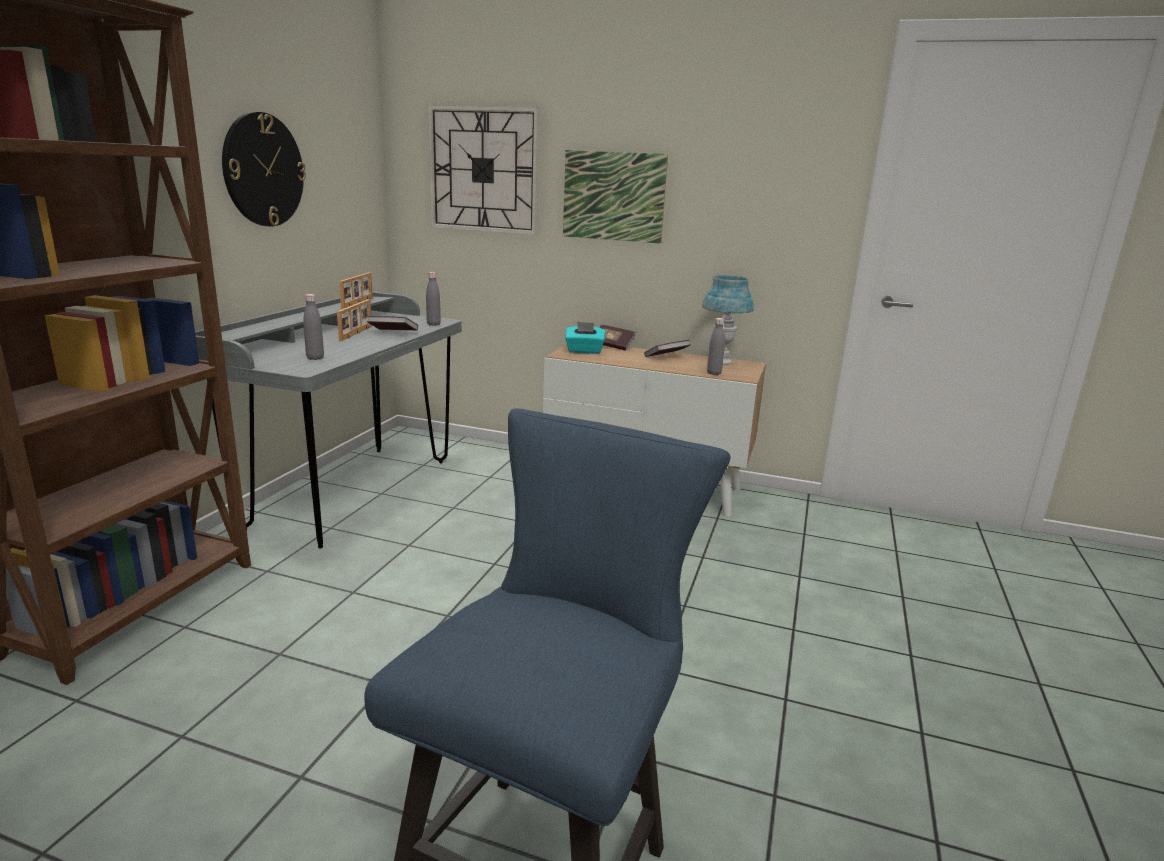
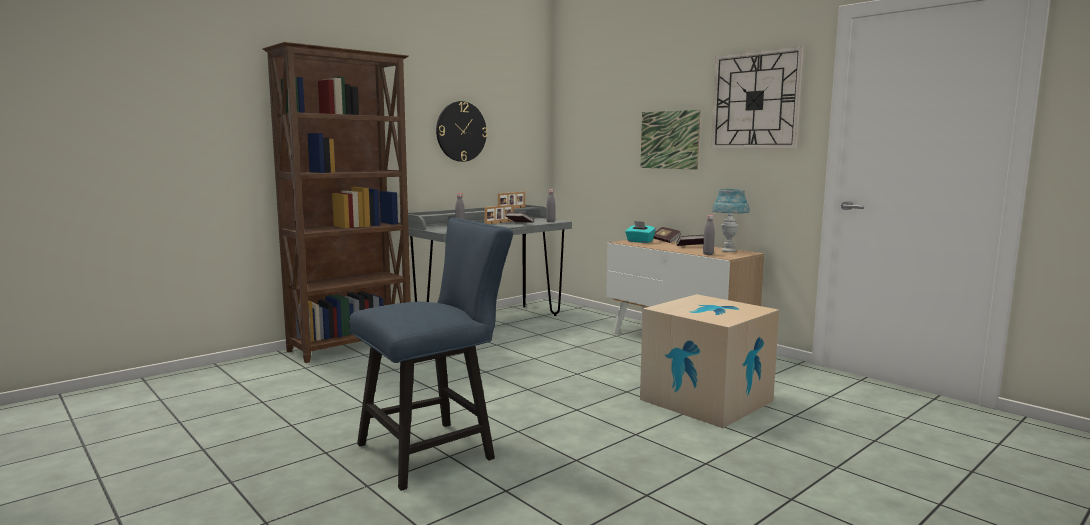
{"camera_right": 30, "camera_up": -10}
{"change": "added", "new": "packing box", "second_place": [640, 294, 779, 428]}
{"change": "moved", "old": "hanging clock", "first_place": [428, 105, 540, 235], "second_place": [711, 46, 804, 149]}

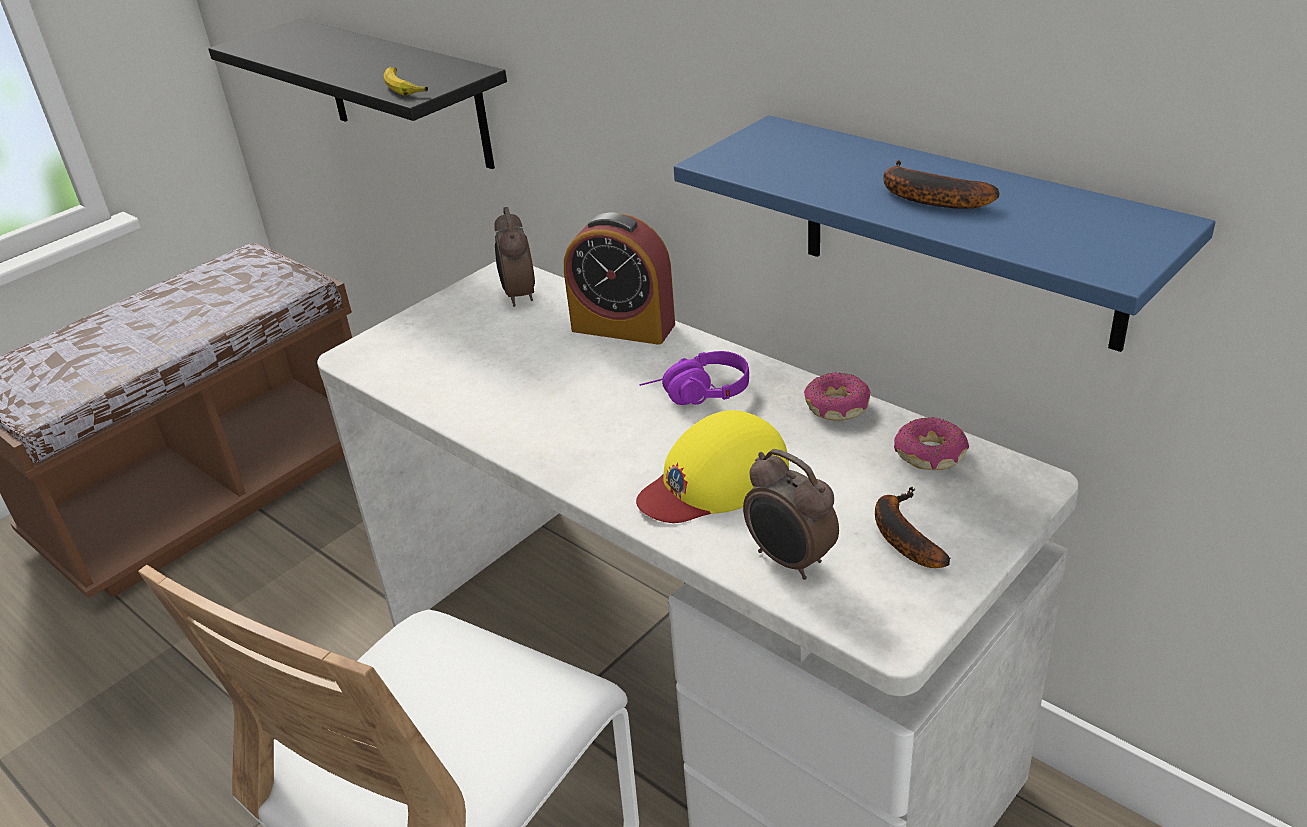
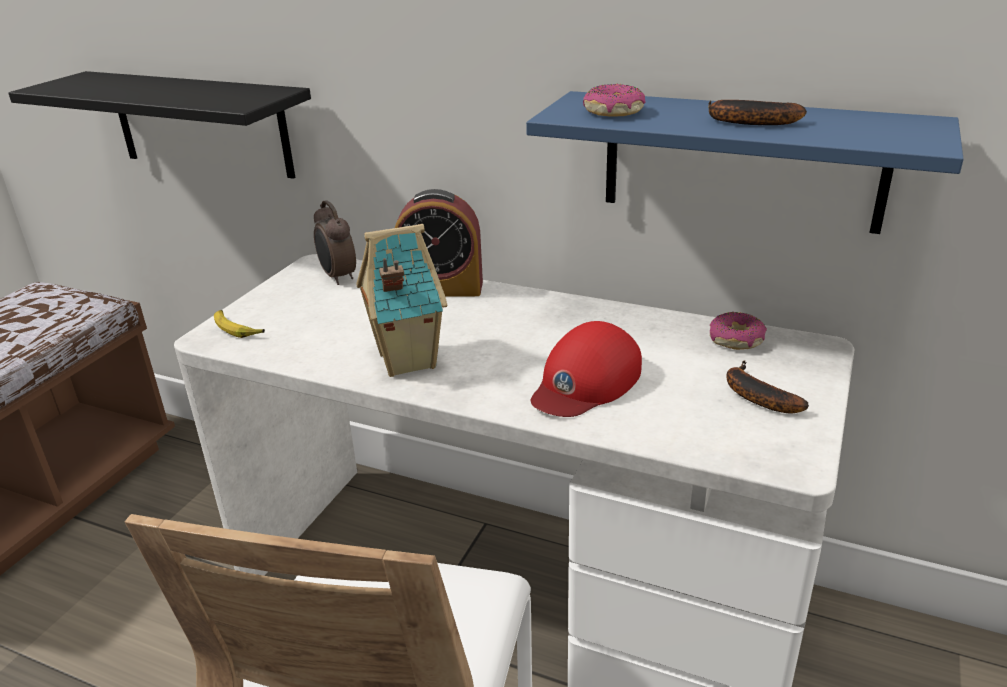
{"camera_right": -20, "camera_up": -5}
{"change": "moved", "old": "banana", "first_place": [384, 67, 428, 95], "second_place": [214, 310, 265, 338]}
{"change": "added", "new": "model house", "second_place": [357, 224, 448, 377]}
{"change": "recoloured", "old": "yellow cap", "new": "reddish cap", "first_place": [636, 410, 789, 523], "second_place": [531, 321, 642, 417]}
{"change": "moved", "old": "ring doughnut", "first_place": [804, 373, 871, 421], "second_place": [583, 84, 645, 117]}
{"change": "removed", "old": "purple-coloured headphones", "first_place": [639, 351, 749, 405]}
{"change": "removed", "old": "alarm clock", "first_place": [743, 449, 839, 580]}

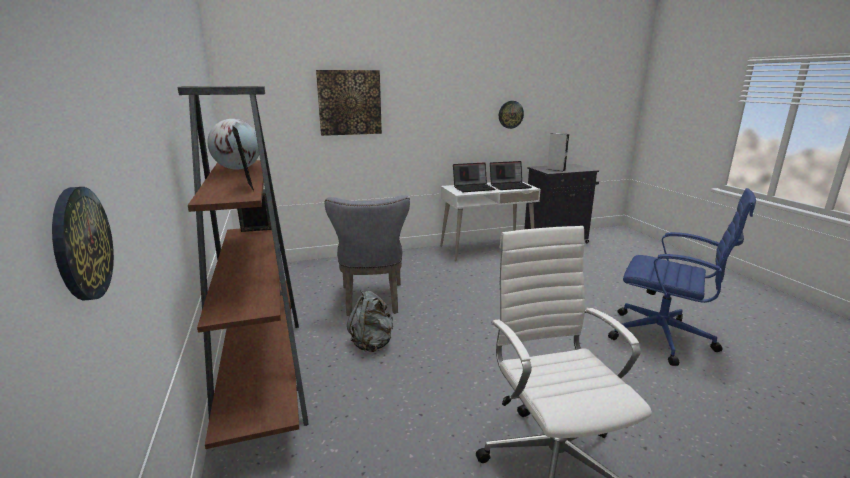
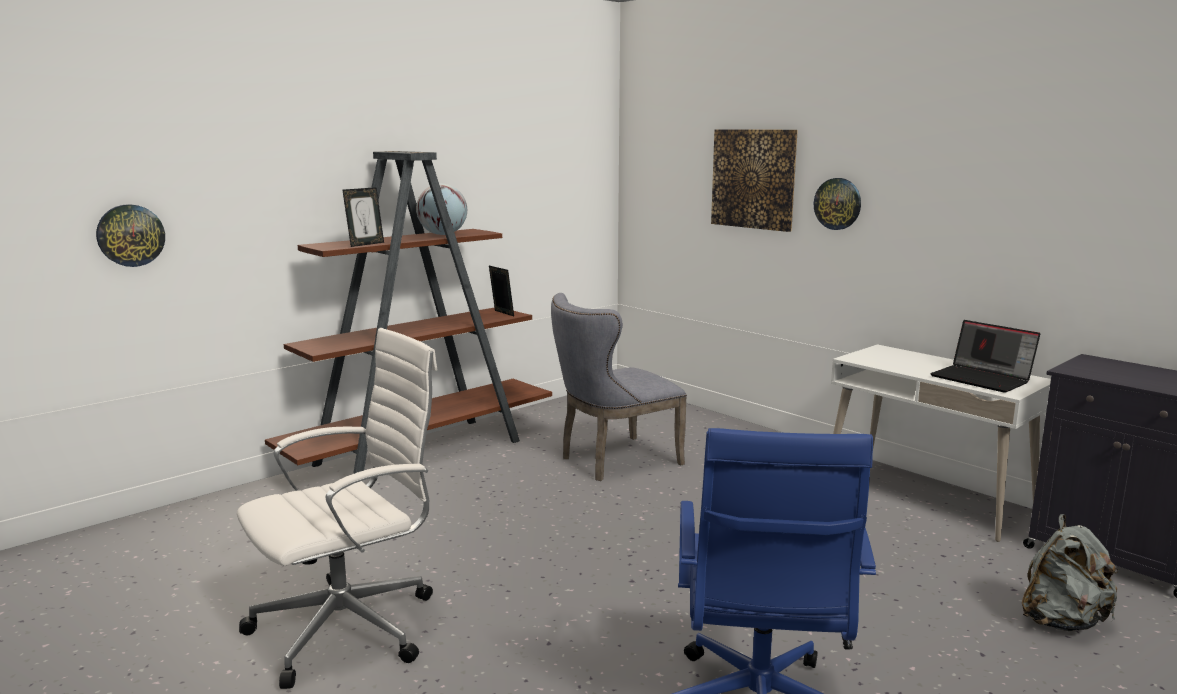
{"camera_right": 65, "camera_up": -5}
{"change": "moved", "old": "hanging clock", "first_place": [499, 101, 524, 129], "second_place": [814, 178, 861, 230]}
{"change": "moved", "old": "grey rucksack", "first_place": [347, 289, 393, 352], "second_place": [1022, 514, 1119, 631]}
{"change": "removed", "old": "notebook computer", "first_place": [453, 162, 495, 192]}
{"change": "removed", "old": "grey speaker", "first_place": [547, 133, 569, 171]}

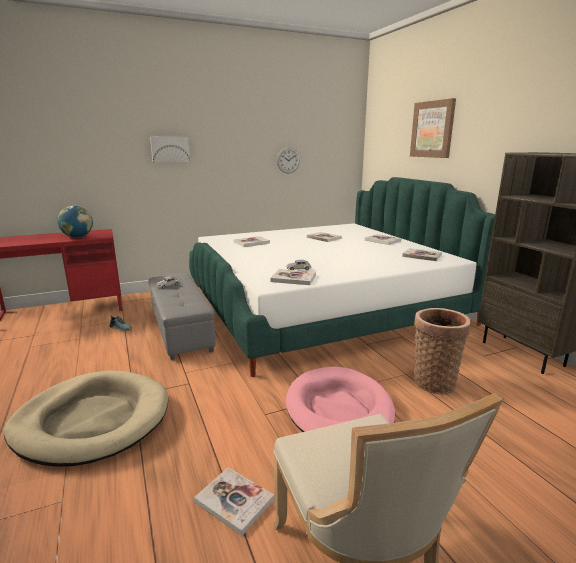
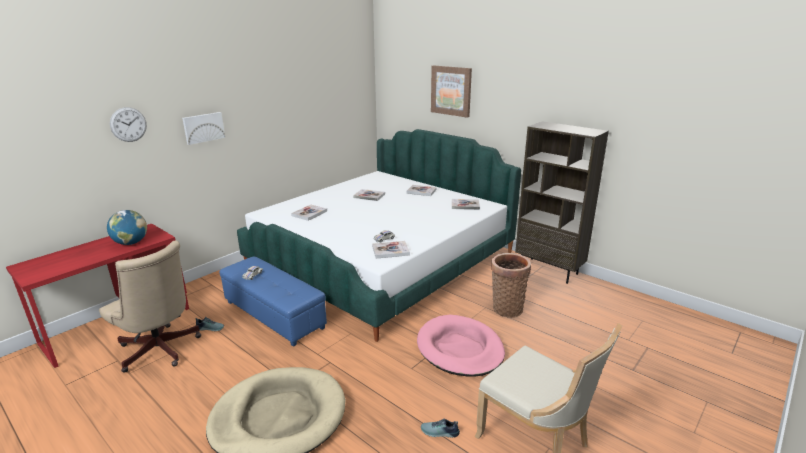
{"camera_right": -25, "camera_up": 5}
{"change": "added", "new": "beige computer chair", "second_place": [99, 240, 201, 373]}
{"change": "moved", "old": "hanging clock", "first_place": [277, 147, 300, 174], "second_place": [110, 107, 147, 142]}
{"change": "recoloured", "old": "grey footrest", "new": "blue footrest", "first_place": [148, 273, 216, 360], "second_place": [219, 256, 327, 347]}
{"change": "replaced", "old": "volume", "new": "shoe", "first_place": [194, 467, 275, 536], "second_place": [421, 419, 460, 438]}

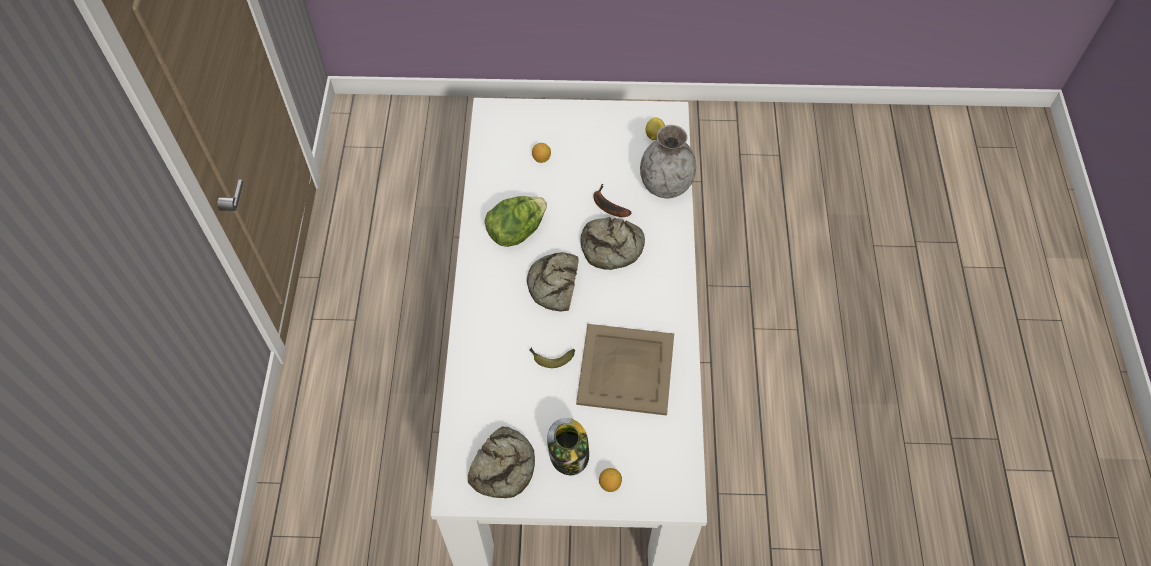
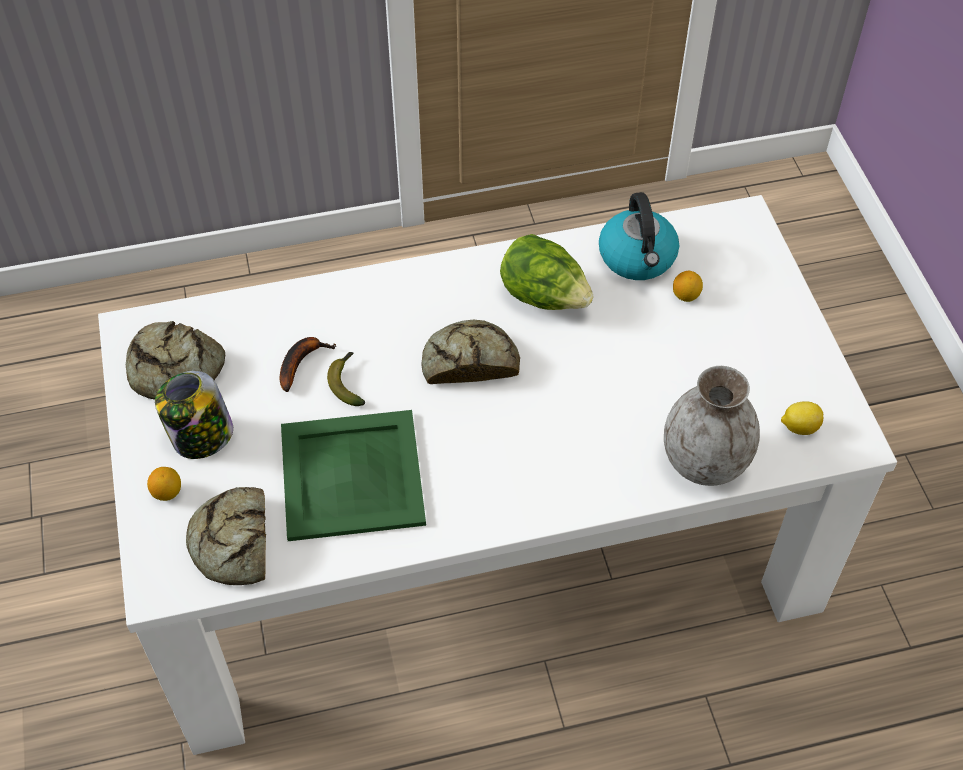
{"camera_right": 75, "camera_up": -5}
{"change": "moved", "old": "bakery bread", "first_place": [580, 217, 645, 270], "second_place": [186, 487, 266, 585]}
{"change": "moved", "old": "banana", "first_place": [593, 183, 631, 217], "second_place": [280, 337, 337, 392]}
{"change": "recoloured", "old": "beige serving tray", "new": "green serving tray", "first_place": [576, 324, 674, 416], "second_place": [281, 410, 426, 541]}
{"change": "added", "new": "water kettle", "second_place": [599, 192, 679, 280]}

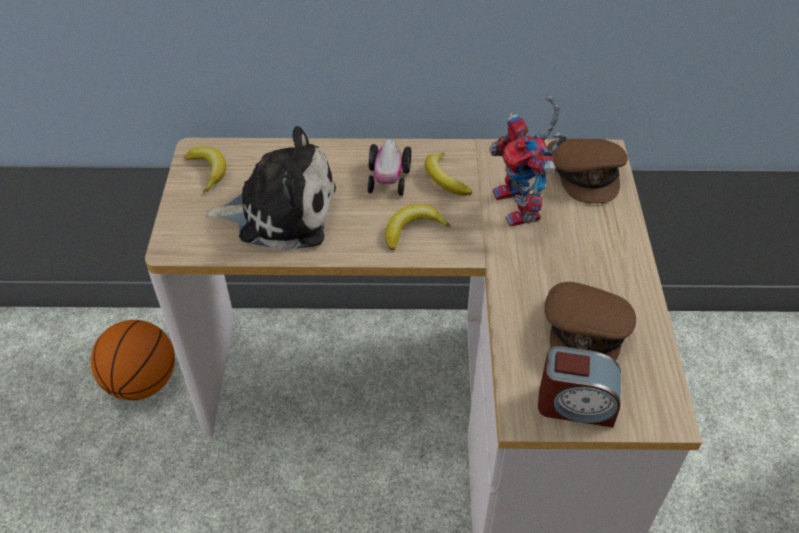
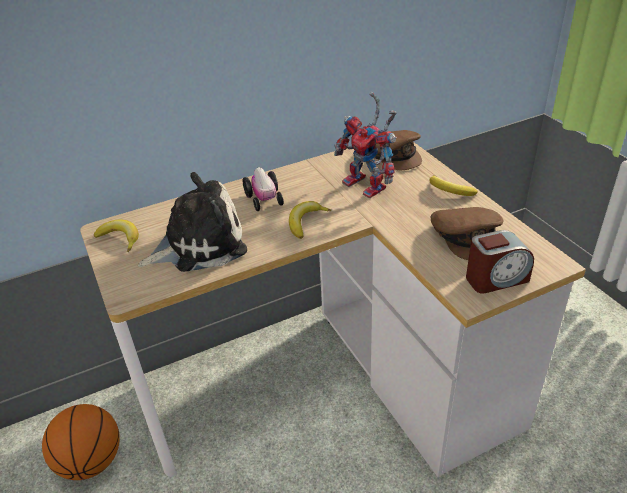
{"camera_right": -25, "camera_up": -10}
{"change": "moved", "old": "banana", "first_place": [425, 153, 472, 196], "second_place": [430, 175, 478, 196]}

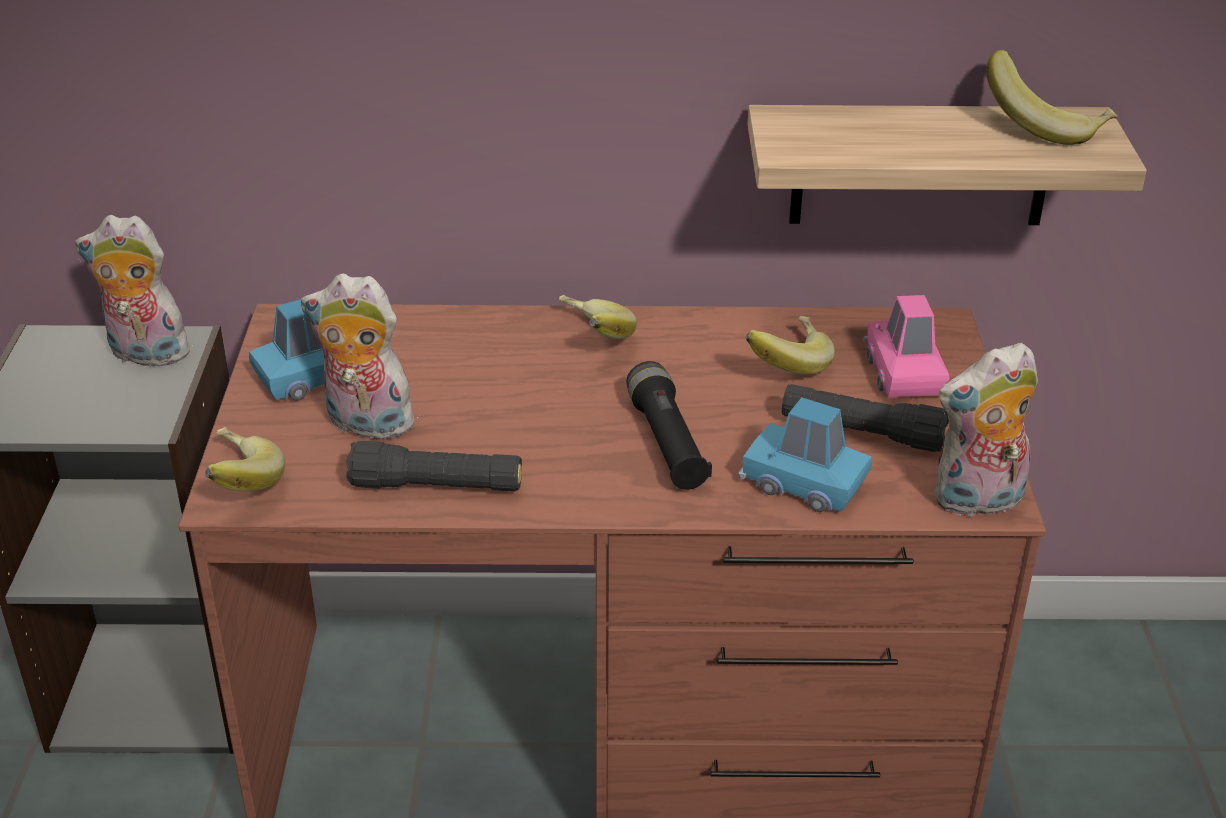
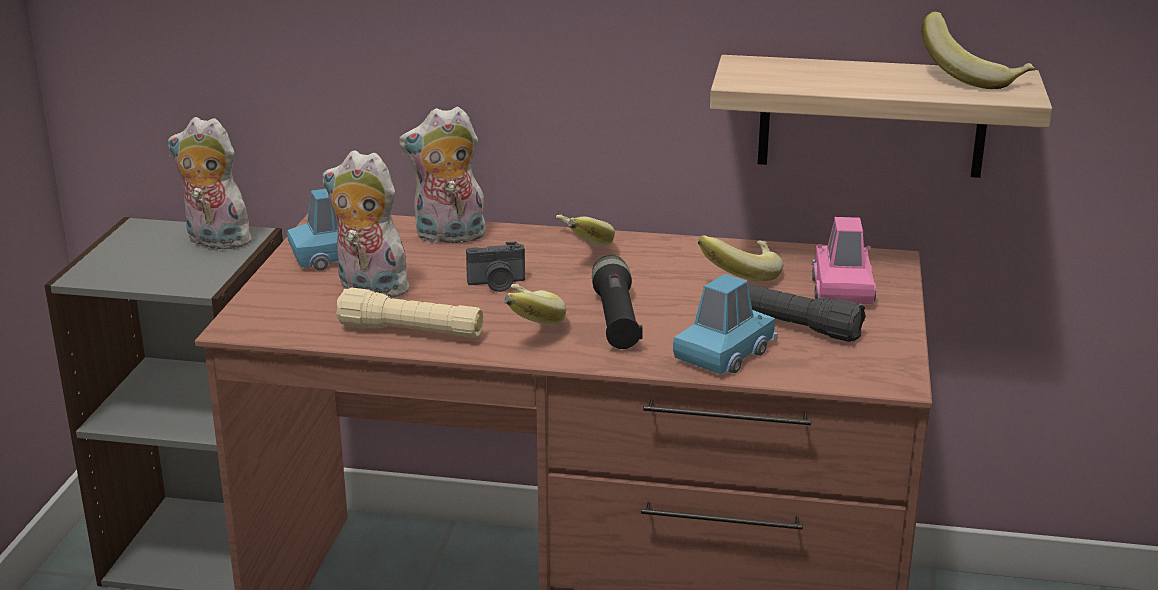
{"camera_right": 10, "camera_up": -10}
{"change": "recoloured", "old": "blackish flashlight", "new": "beige flashlight", "first_place": [346, 441, 522, 491], "second_place": [336, 288, 483, 338]}
{"change": "moved", "old": "soft toy", "first_place": [934, 342, 1038, 517], "second_place": [399, 106, 489, 243]}
{"change": "added", "new": "still camera", "second_place": [466, 242, 525, 292]}
{"change": "moved", "old": "banana", "first_place": [205, 427, 285, 491], "second_place": [504, 284, 566, 325]}
{"change": "turned", "old": "blue miniature car", "first_place": [738, 397, 872, 512], "second_place": [673, 274, 778, 374], "degrees": 90}

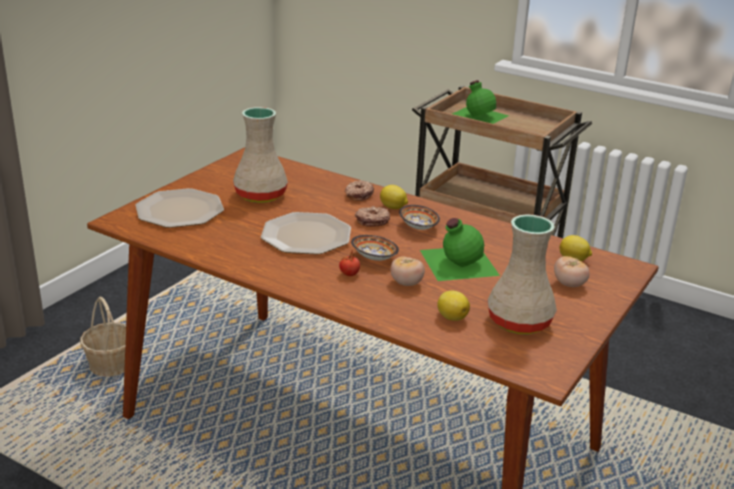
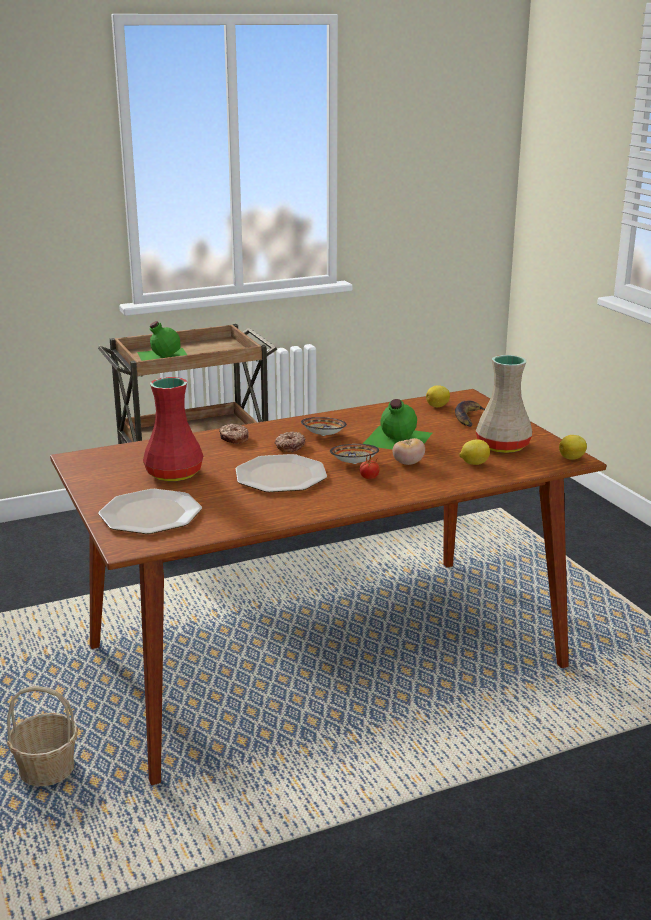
{"camera_right": -55, "camera_up": -5}
{"change": "recoloured", "old": "beige decorative vase", "new": "reddish decorative vase", "first_place": [233, 107, 288, 203], "second_place": [143, 377, 203, 481]}
{"change": "replaced", "old": "fresh tomato", "new": "banana", "first_place": [554, 256, 590, 287], "second_place": [455, 400, 485, 427]}
{"change": "moved", "old": "citrus fruit", "first_place": [380, 185, 408, 209], "second_place": [559, 435, 587, 460]}

